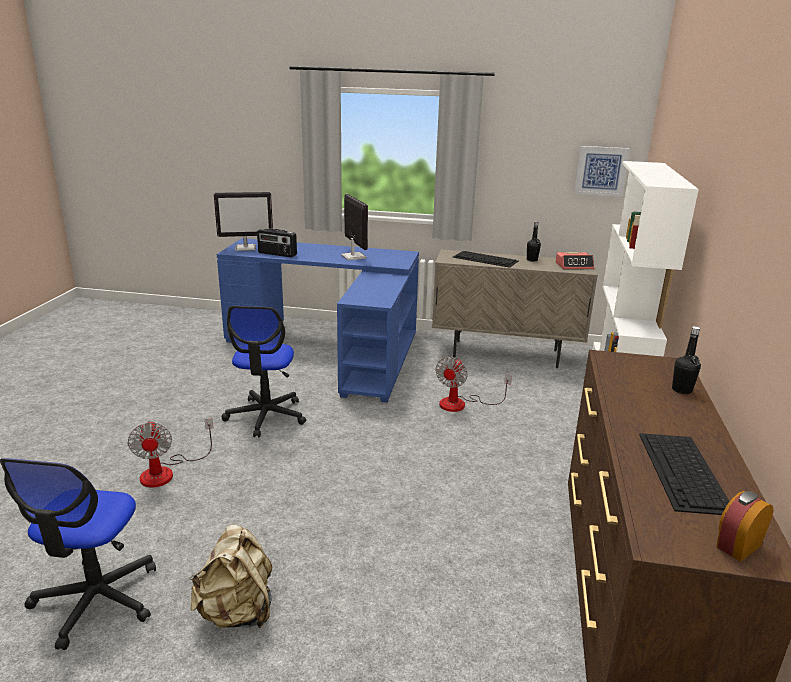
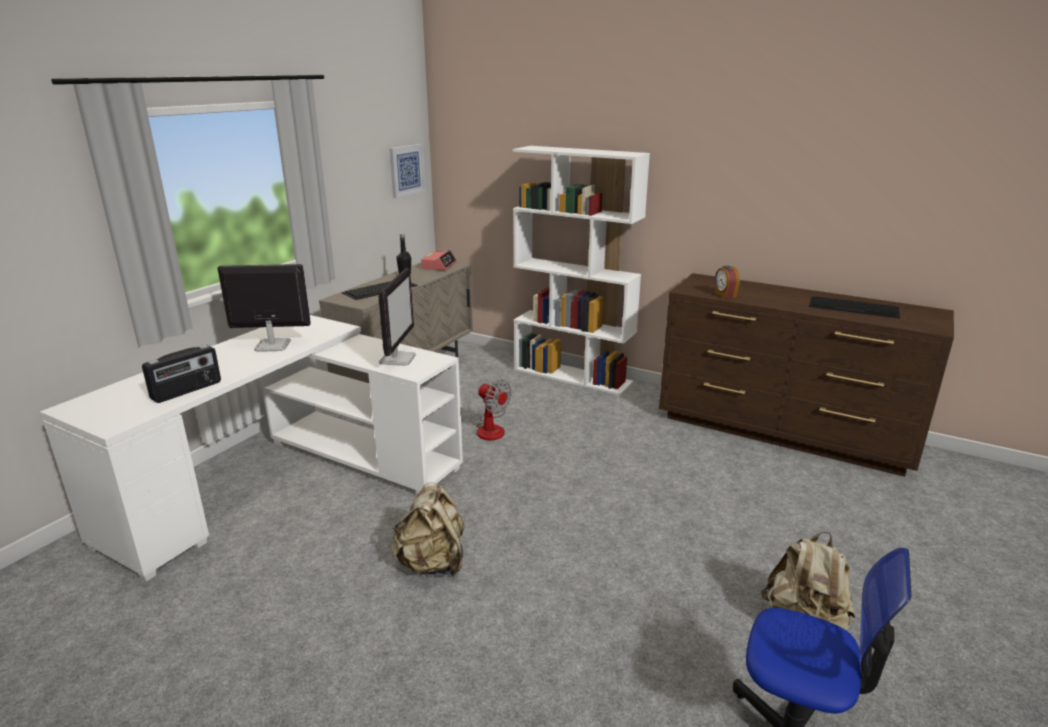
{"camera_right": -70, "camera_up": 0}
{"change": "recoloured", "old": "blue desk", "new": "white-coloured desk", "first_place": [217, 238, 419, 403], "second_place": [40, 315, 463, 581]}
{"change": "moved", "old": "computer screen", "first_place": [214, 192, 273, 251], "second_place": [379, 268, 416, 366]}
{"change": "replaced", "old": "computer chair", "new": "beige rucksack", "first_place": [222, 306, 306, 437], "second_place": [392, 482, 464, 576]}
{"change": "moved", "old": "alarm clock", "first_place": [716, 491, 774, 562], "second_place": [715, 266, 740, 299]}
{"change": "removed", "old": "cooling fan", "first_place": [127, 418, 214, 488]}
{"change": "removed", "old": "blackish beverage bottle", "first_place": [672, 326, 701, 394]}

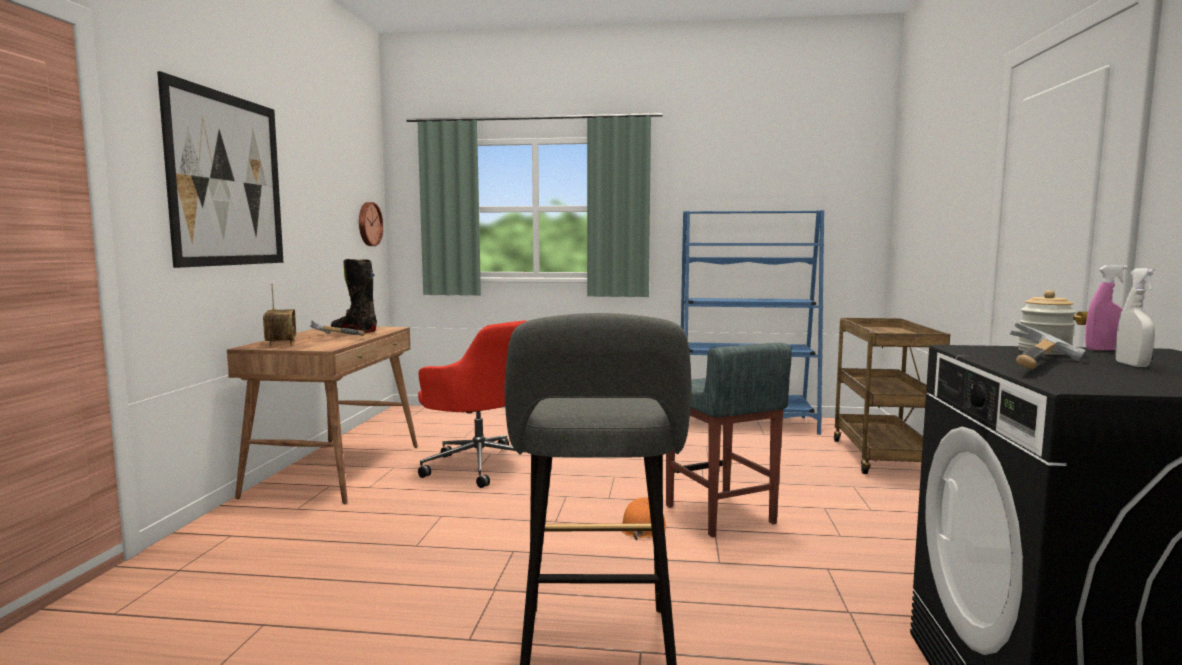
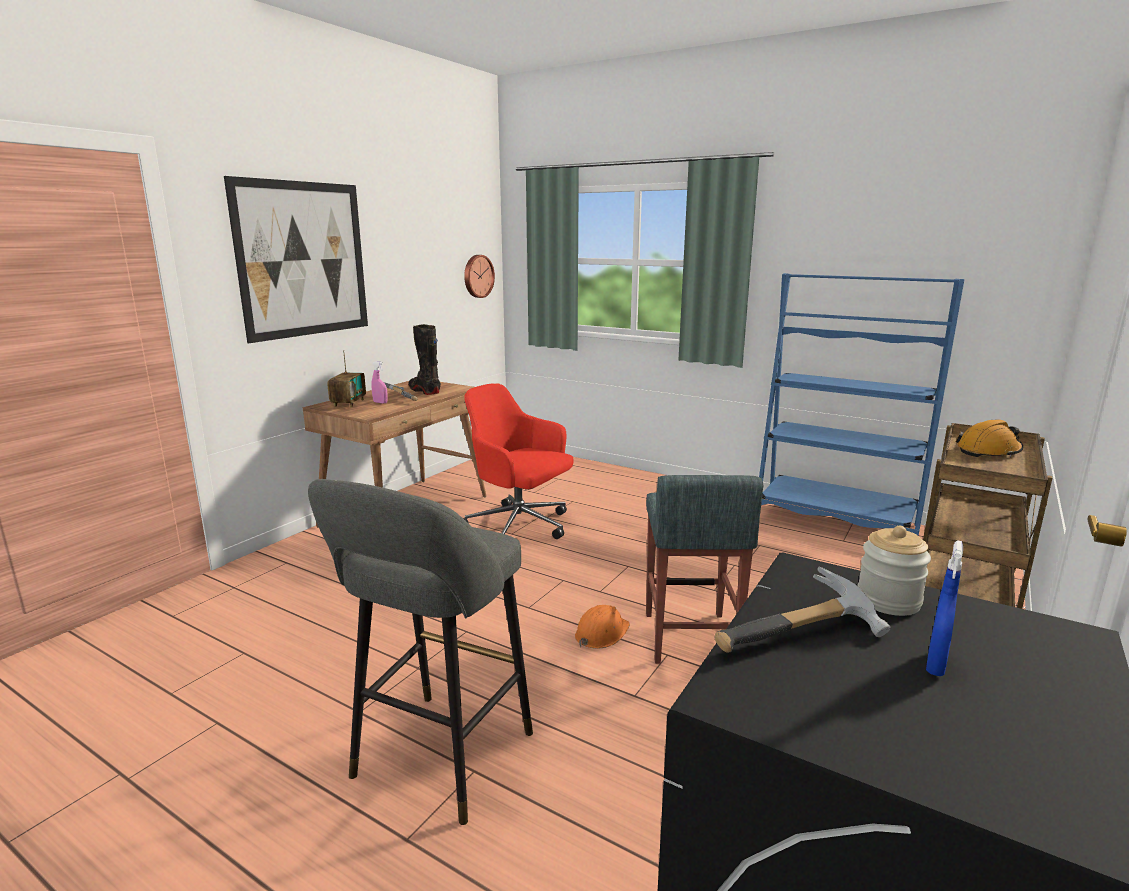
{"camera_right": 25, "camera_up": 10}
{"change": "moved", "old": "pinkish spray bottle", "first_place": [1085, 265, 1128, 350], "second_place": [371, 361, 388, 404]}
{"change": "turned", "old": "reddish computer chair", "first_place": [418, 320, 527, 488], "second_place": [463, 383, 573, 539], "degrees": 150}
{"change": "recoloured", "old": "white-coloured spray bottle", "new": "blue spray bottle", "first_place": [1115, 268, 1156, 367], "second_place": [926, 540, 963, 676]}
{"change": "added", "new": "orangey hard hat", "second_place": [956, 419, 1023, 457]}

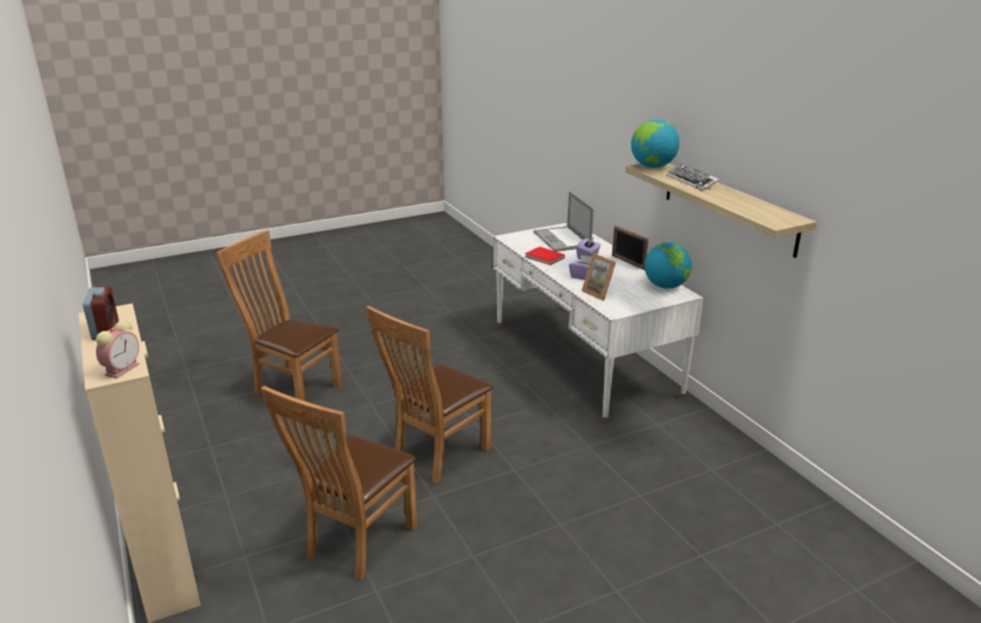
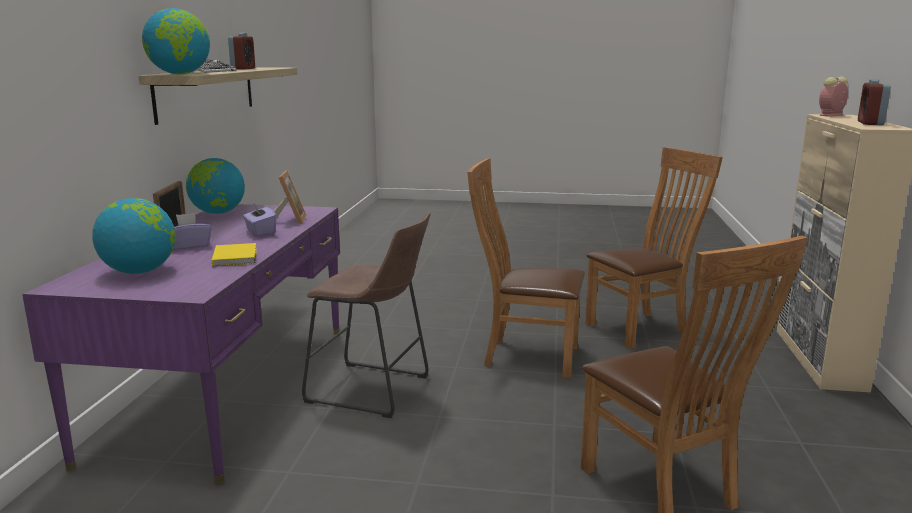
{"camera_right": -145, "camera_up": -10}
{"change": "recoloured", "old": "white-coloured desk", "new": "purple-coloured desk", "first_place": [493, 223, 704, 423], "second_place": [22, 204, 340, 485]}
{"change": "replaced", "old": "notebook computer", "new": "desk globe", "first_place": [533, 191, 594, 252], "second_place": [92, 198, 175, 274]}
{"change": "recoloured", "old": "reddish volume", "new": "yellow volume", "first_place": [525, 247, 565, 265], "second_place": [212, 243, 257, 267]}
{"change": "added", "new": "alarm clock", "second_place": [228, 33, 255, 70]}
{"change": "added", "new": "brown stool seat", "second_place": [302, 212, 431, 418]}
{"change": "turned", "old": "brown upright chair", "first_place": [366, 306, 493, 483], "second_place": [467, 158, 585, 378], "degrees": -150}

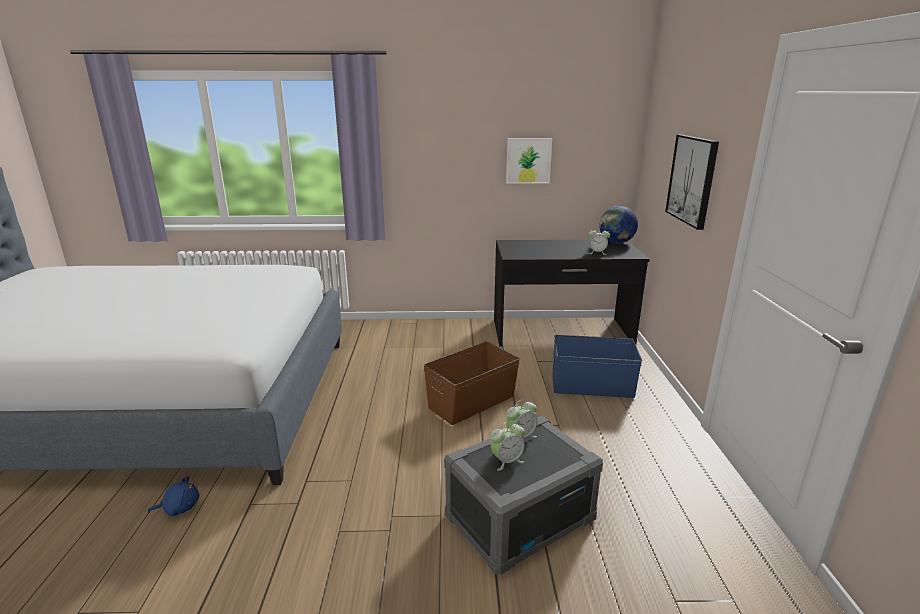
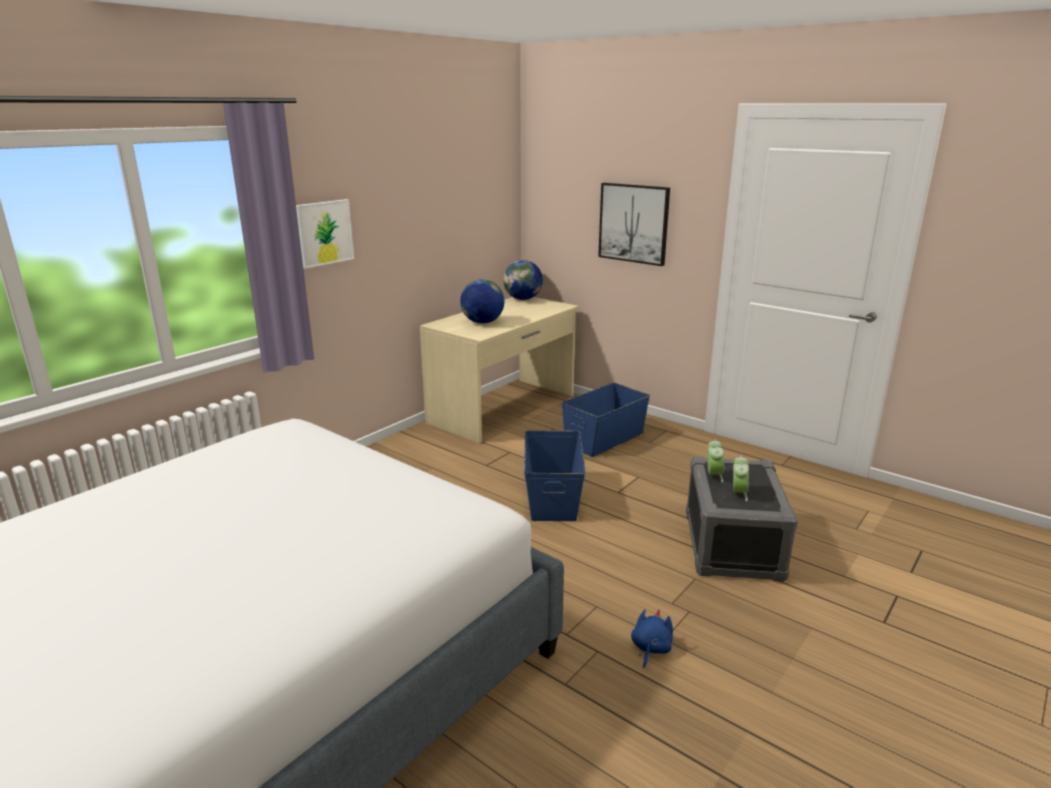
{"camera_right": -50, "camera_up": 0}
{"change": "moved", "old": "picture", "first_place": [506, 138, 552, 184], "second_place": [296, 199, 354, 269]}
{"change": "recoloured", "old": "blackish desk", "new": "beige desk", "first_place": [494, 240, 650, 346], "second_place": [420, 297, 579, 443]}
{"change": "added", "new": "desk globe", "second_place": [460, 279, 504, 324]}
{"change": "recoloured", "old": "brown storage box", "new": "blue storage box", "first_place": [423, 341, 520, 425], "second_place": [524, 430, 586, 521]}
{"change": "moved", "old": "blue soft toy", "first_place": [148, 475, 199, 516], "second_place": [631, 609, 673, 668]}
{"change": "removed", "old": "alarm clock", "first_place": [588, 230, 610, 255]}

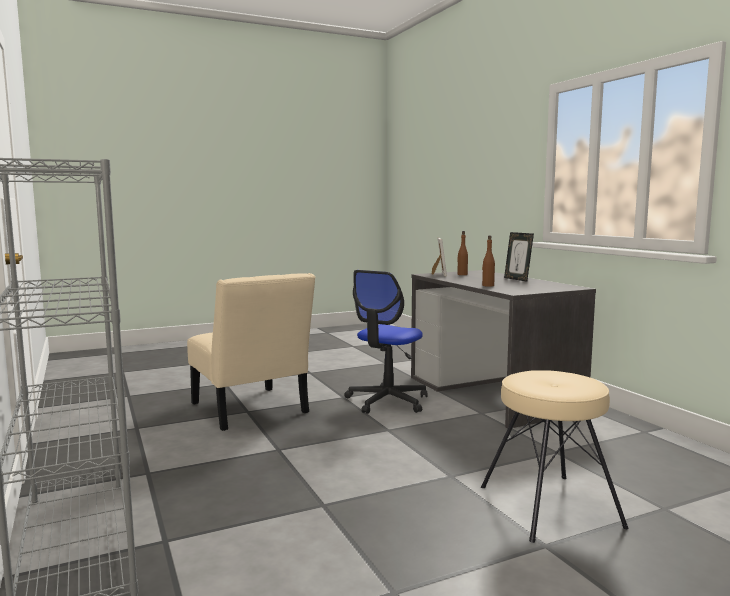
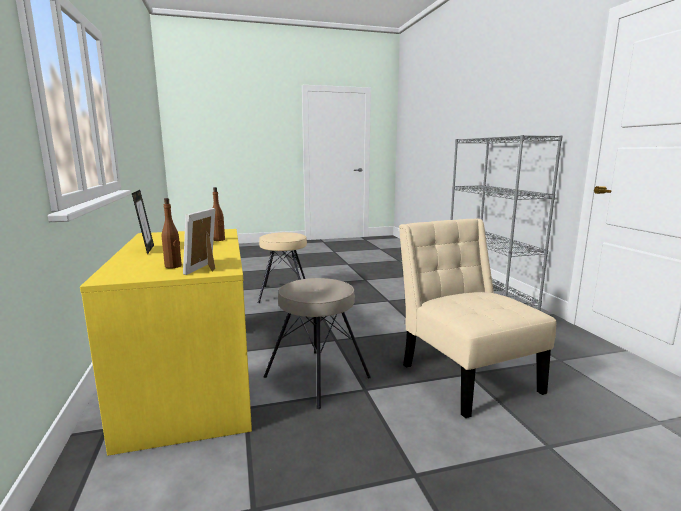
{"camera_right": -170, "camera_up": 5}
{"change": "recoloured", "old": "grey desk", "new": "yellow desk", "first_place": [411, 270, 596, 429], "second_place": [80, 229, 252, 456]}
{"change": "replaced", "old": "computer chair", "new": "beige stool seat", "first_place": [344, 270, 428, 414], "second_place": [264, 278, 371, 409]}

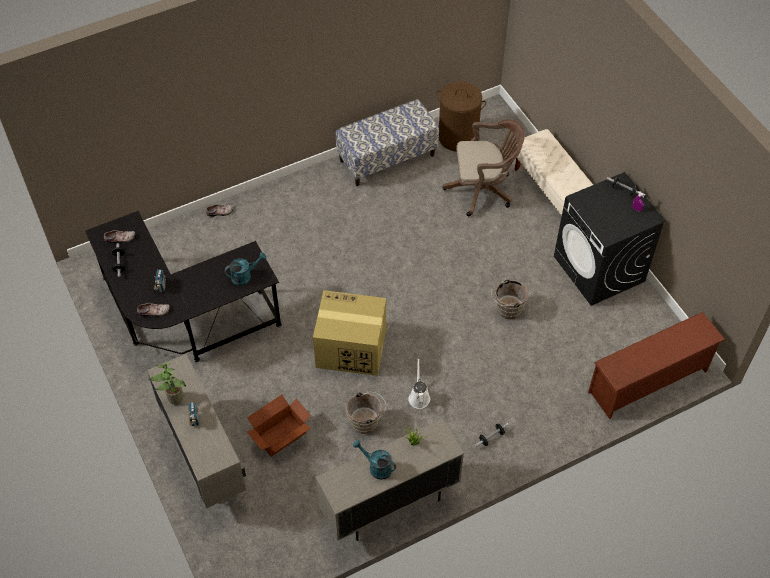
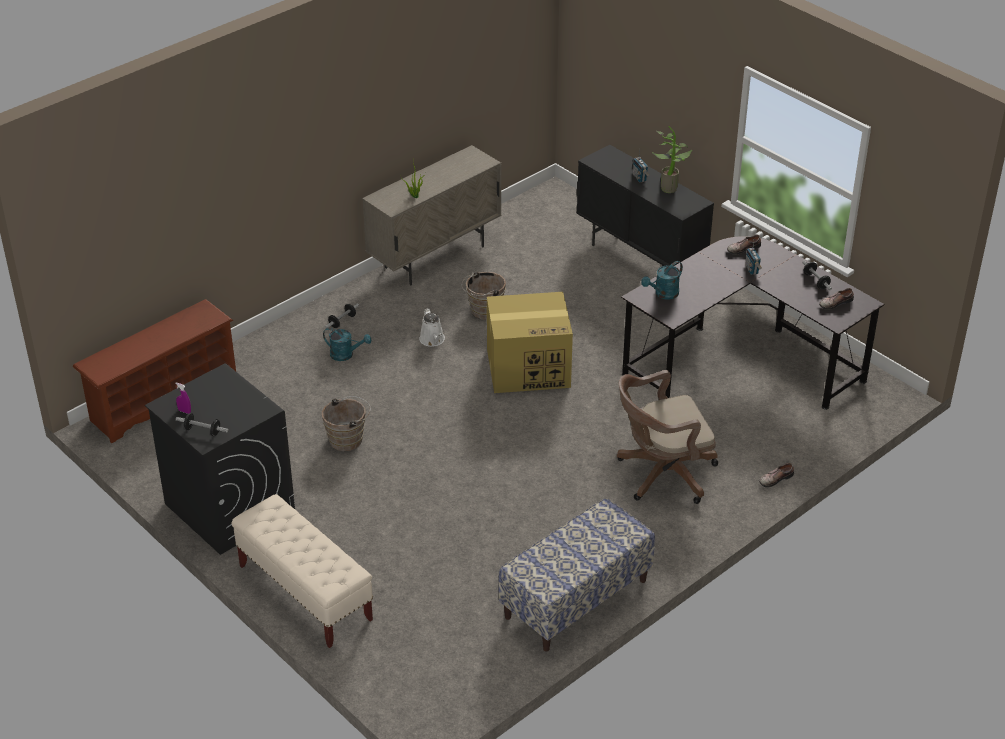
{"camera_right": 165, "camera_up": -15}
{"change": "moved", "old": "turquoise watering pot", "first_place": [353, 440, 396, 480], "second_place": [323, 328, 371, 361]}
{"change": "recoloured", "old": "beige cabinet", "new": "blackish cabinet", "first_place": [147, 354, 246, 508], "second_place": [577, 145, 714, 266]}
{"change": "moved", "old": "brown computer chair", "first_place": [443, 119, 525, 216], "second_place": [617, 370, 718, 504]}
{"change": "removed", "old": "packing box", "first_place": [246, 395, 311, 457]}
{"change": "removed", "old": "brown hamper", "first_place": [436, 81, 486, 152]}

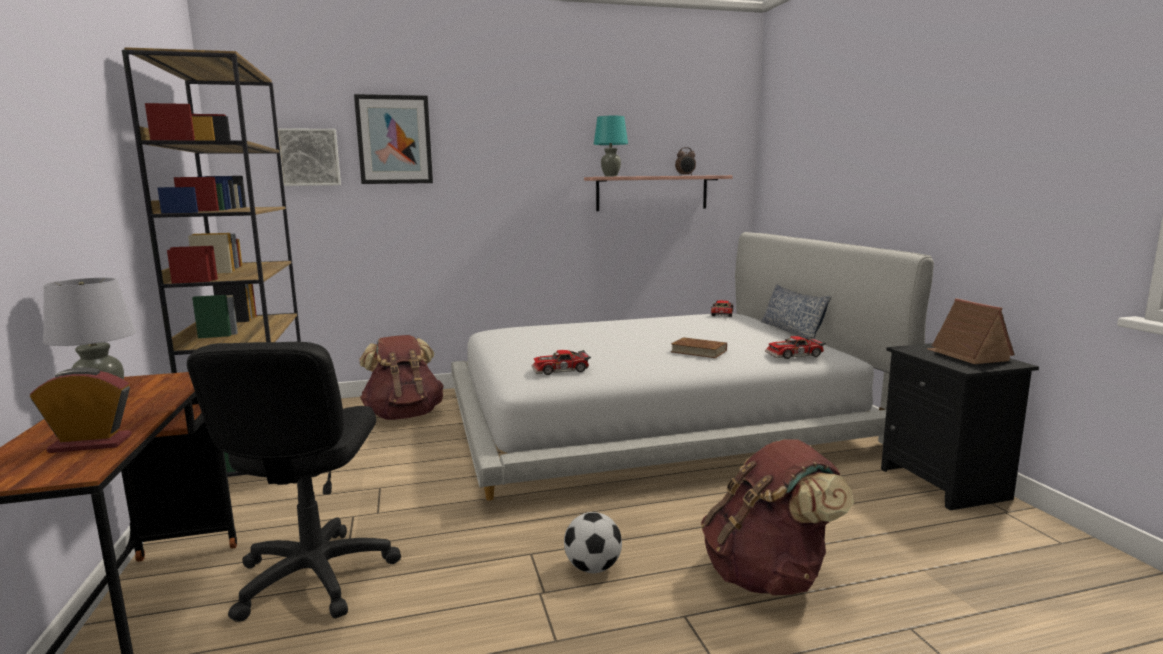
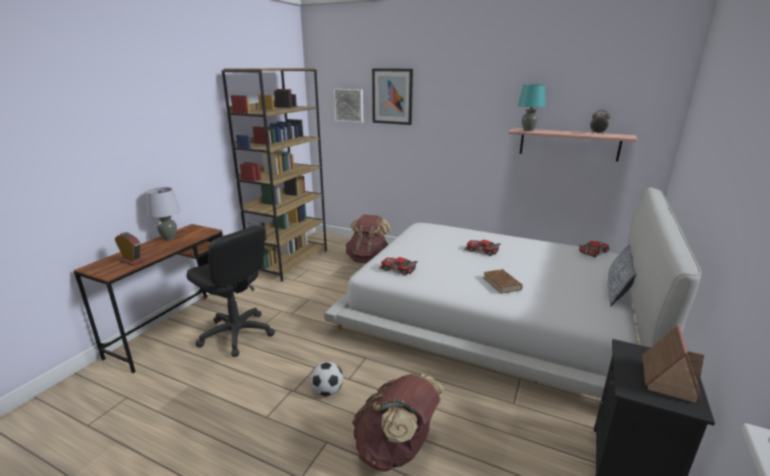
{"camera_right": 40, "camera_up": 10}
{"change": "turned", "old": "blackish computer chair", "first_place": [187, 342, 401, 622], "second_place": [186, 226, 275, 357], "degrees": -90}
{"change": "moved", "old": "miniature car", "first_place": [765, 336, 826, 359], "second_place": [464, 240, 500, 256]}

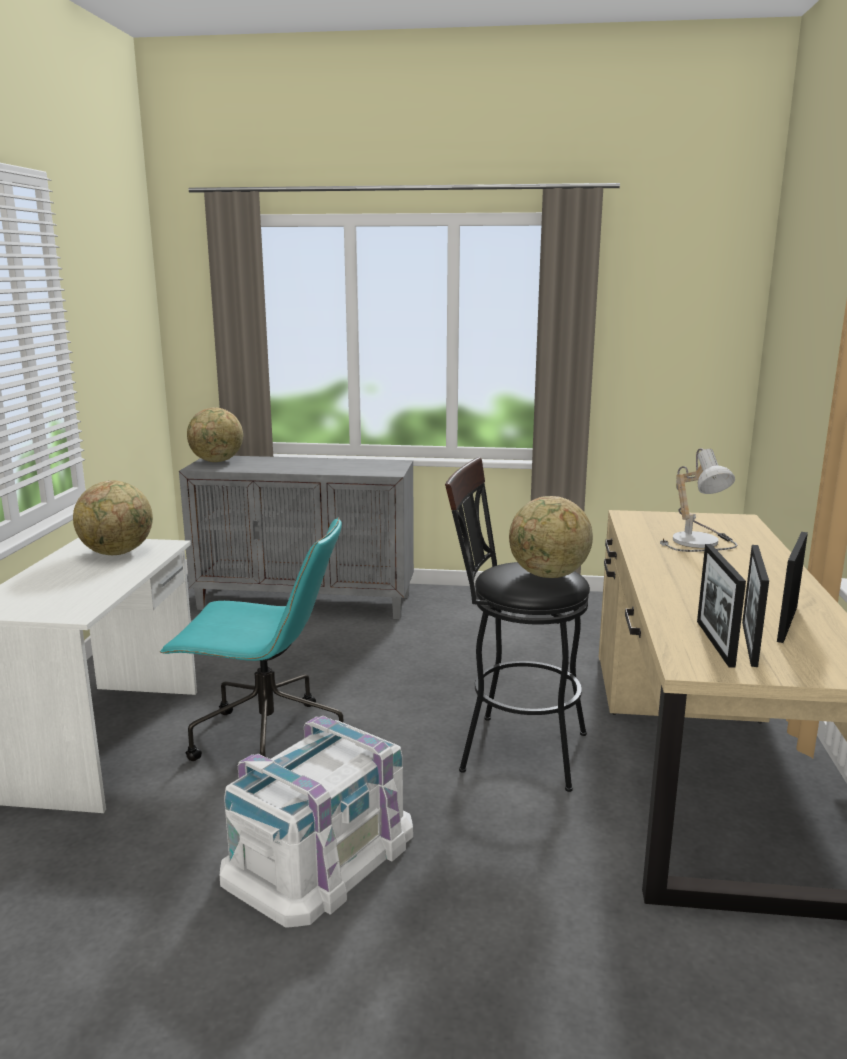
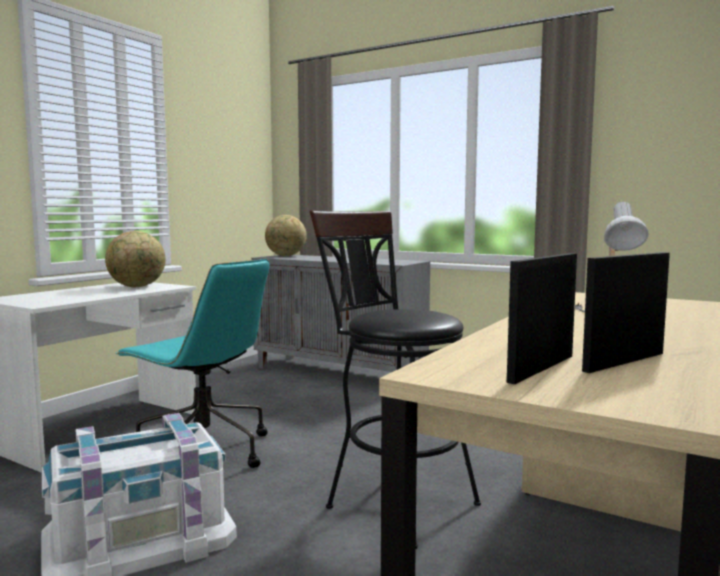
{"camera_right": 25, "camera_up": -10}
{"change": "removed", "old": "desk globe", "first_place": [509, 496, 593, 578]}
{"change": "removed", "old": "standing frame", "first_place": [697, 544, 746, 668]}

